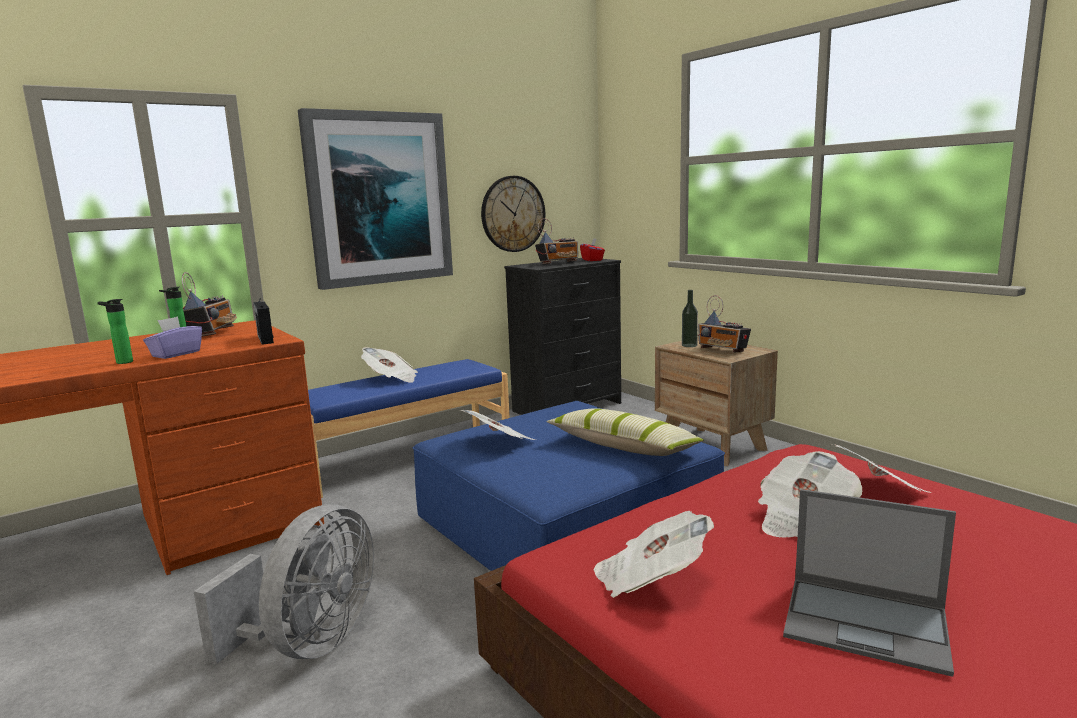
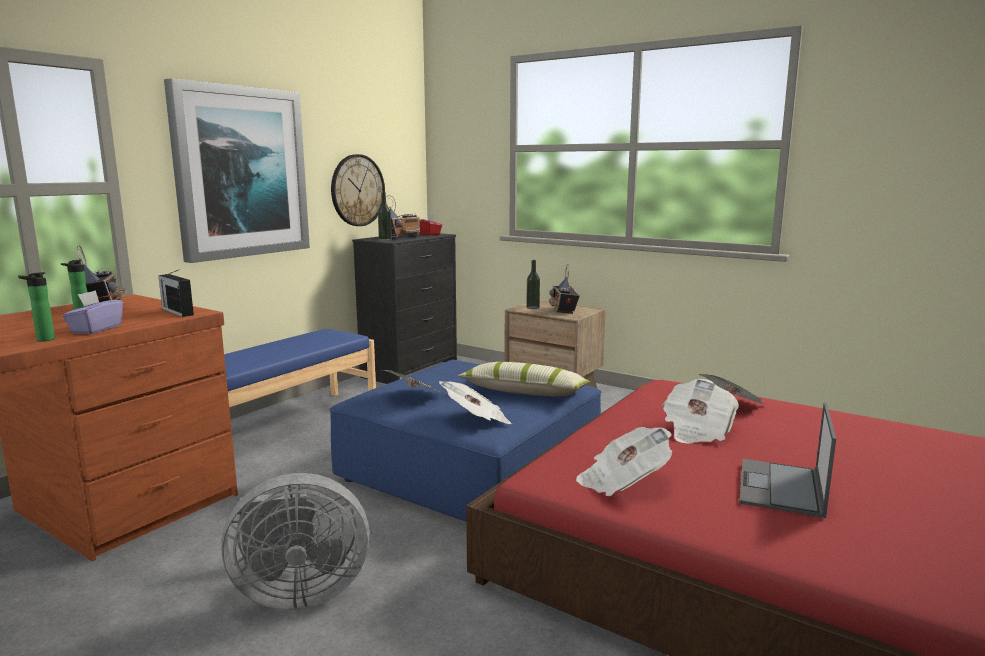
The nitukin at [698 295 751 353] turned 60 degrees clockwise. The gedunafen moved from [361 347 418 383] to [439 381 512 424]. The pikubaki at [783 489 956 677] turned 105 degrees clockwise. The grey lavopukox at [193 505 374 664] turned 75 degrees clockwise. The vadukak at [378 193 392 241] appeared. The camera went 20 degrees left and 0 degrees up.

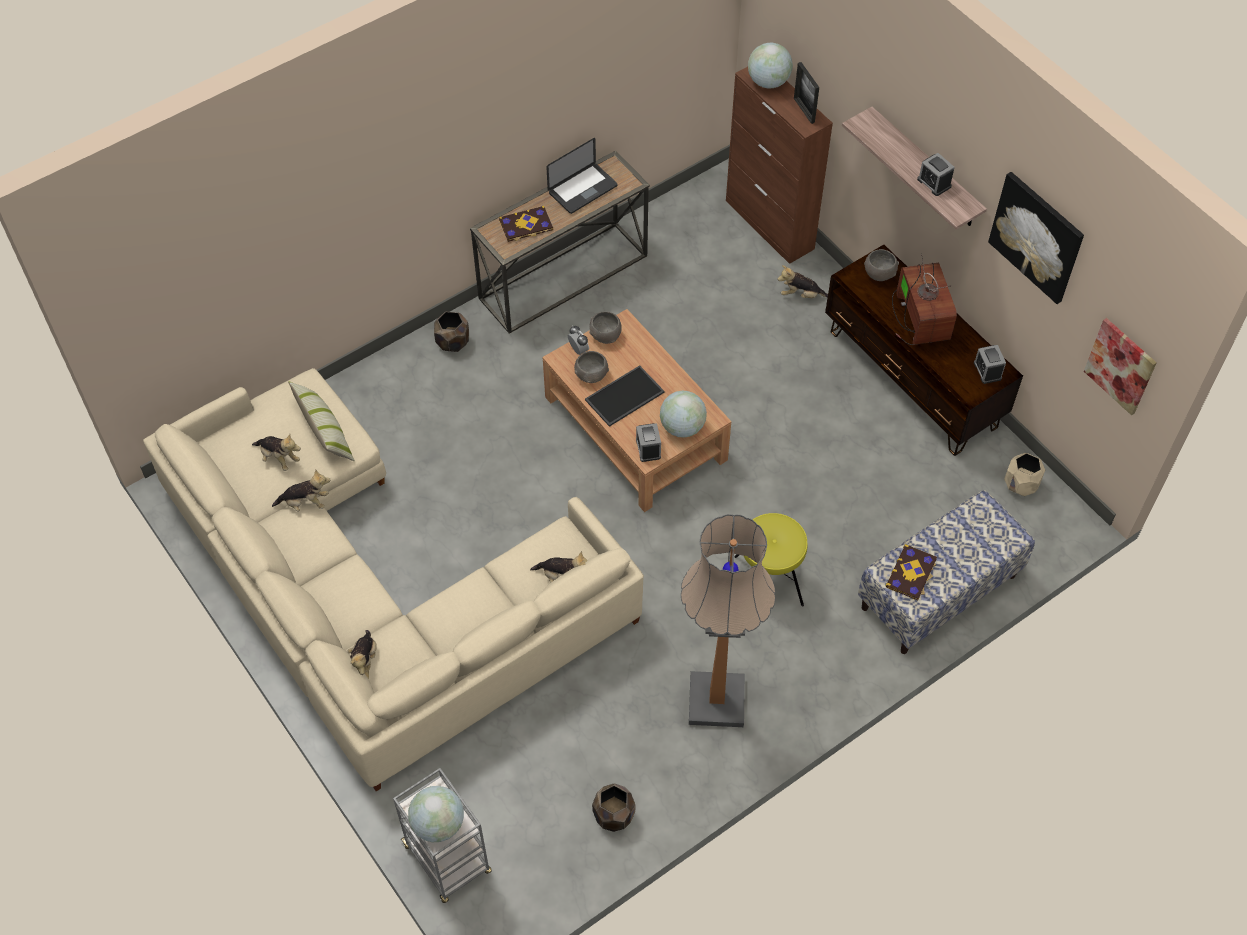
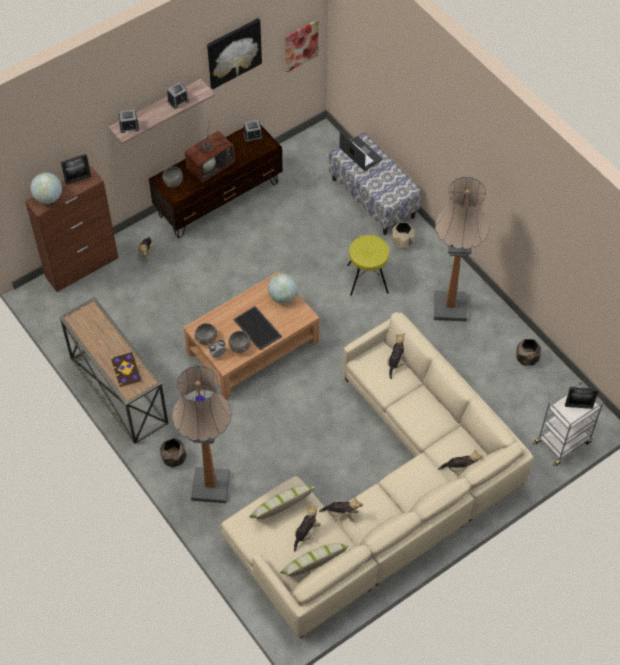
The pikubaki moved from [546 138 618 214] to [339 132 382 171]. The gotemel at [892 254 957 345] turned 150 degrees clockwise. The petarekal moved from [636 423 661 462] to [119 109 139 133]. The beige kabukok moved from [1004 453 1045 496] to [392 222 414 248]. The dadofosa at [272 469 331 512] turned 105 degrees clockwise. The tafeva at [885 544 937 600] disappeared. The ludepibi at [408 786 464 842] was replaced by the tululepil at [565 387 599 409]. The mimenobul at [172 366 232 503] appeared. The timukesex at [280 543 349 576] appeared. The camera went 90 degrees left and 0 degrees up.

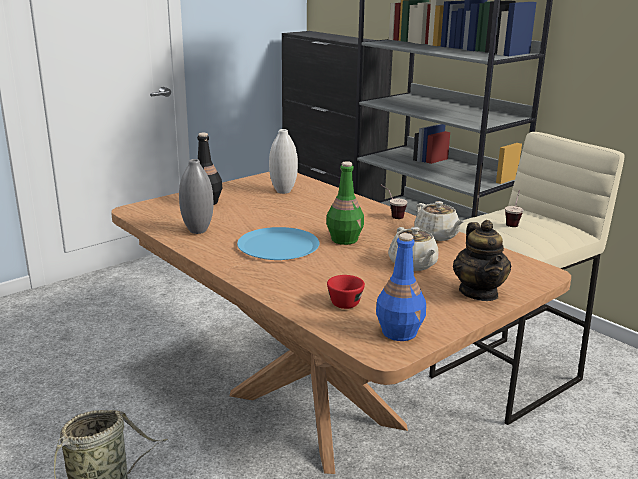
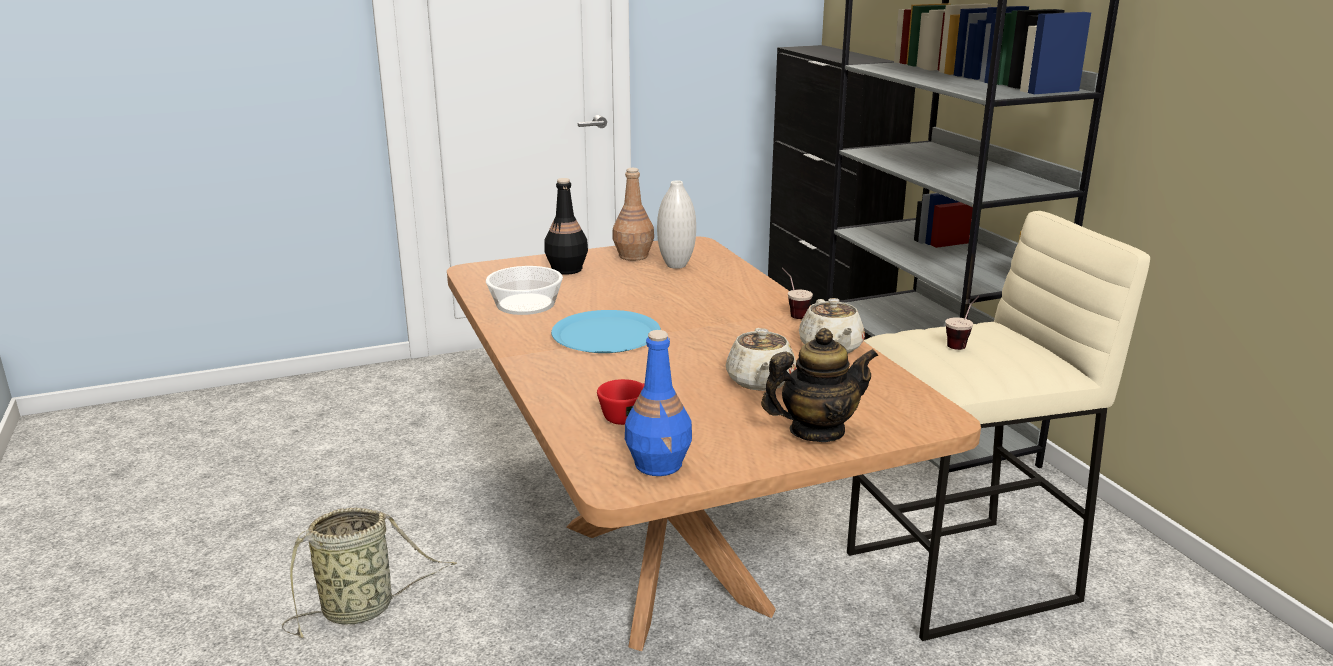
The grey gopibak at [179 159 213 234] was replaced by the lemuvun at [486 266 563 315]. The green vadukak at [326 161 364 245] disappeared. The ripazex at [453 220 511 301] turned 120 degrees counterclockwise. The brown vadukak at [612 168 654 261] appeared. The camera went 20 degrees right and 0 degrees up.

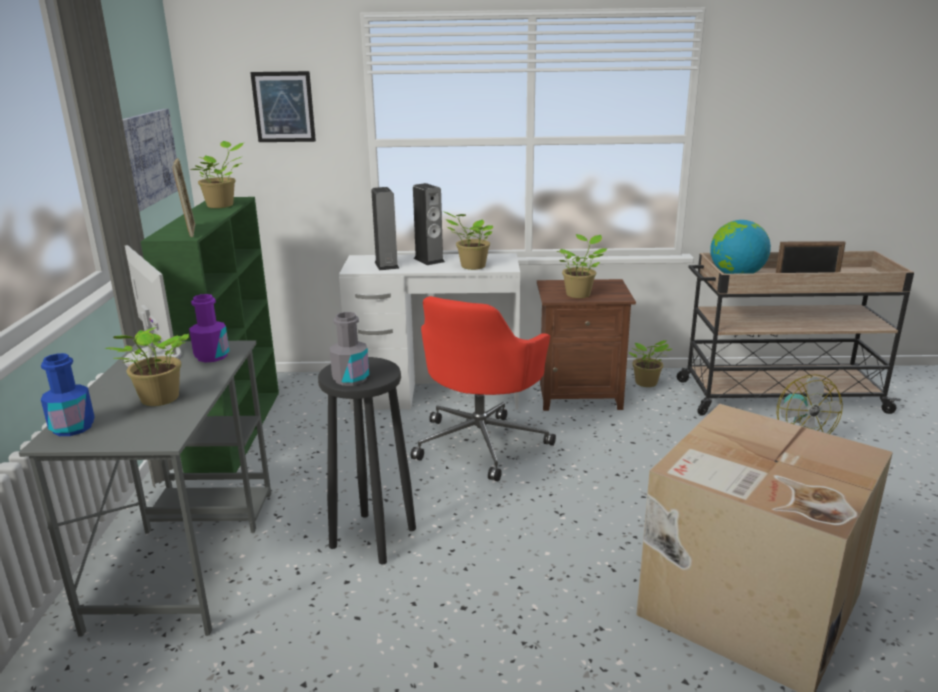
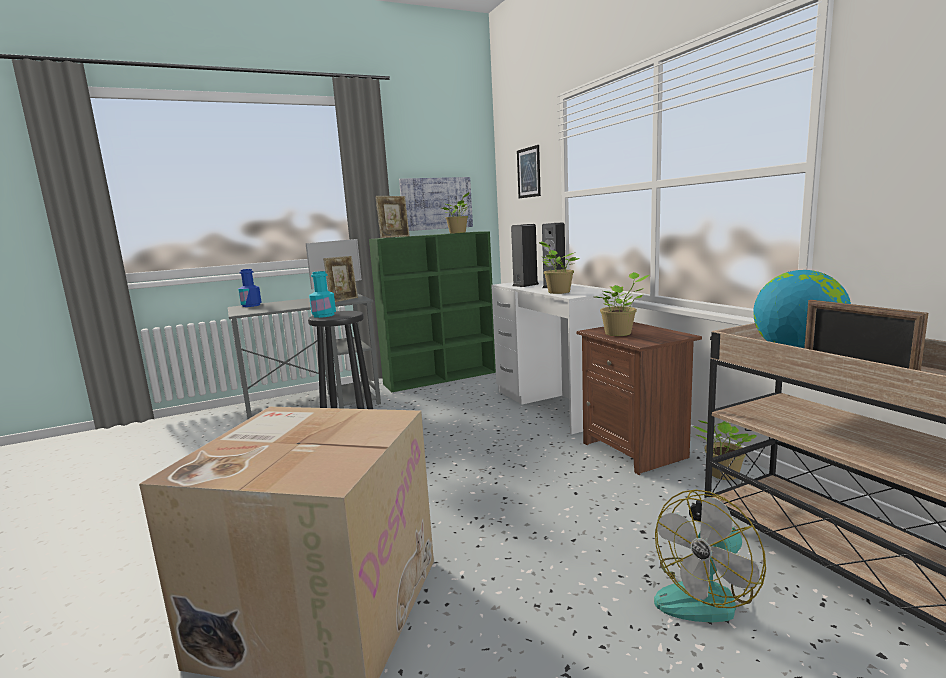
The purple vadukak at [189 294 230 363] was replaced by the tululepil at [323 256 358 302]. The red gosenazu at [411 296 556 481] disappeared. The grey vadukak at [329 312 369 386] became the turquoise vadukak at [309 271 336 318]. The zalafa at [104 327 189 406] disappeared. The camera went 65 degrees right and 10 degrees down.

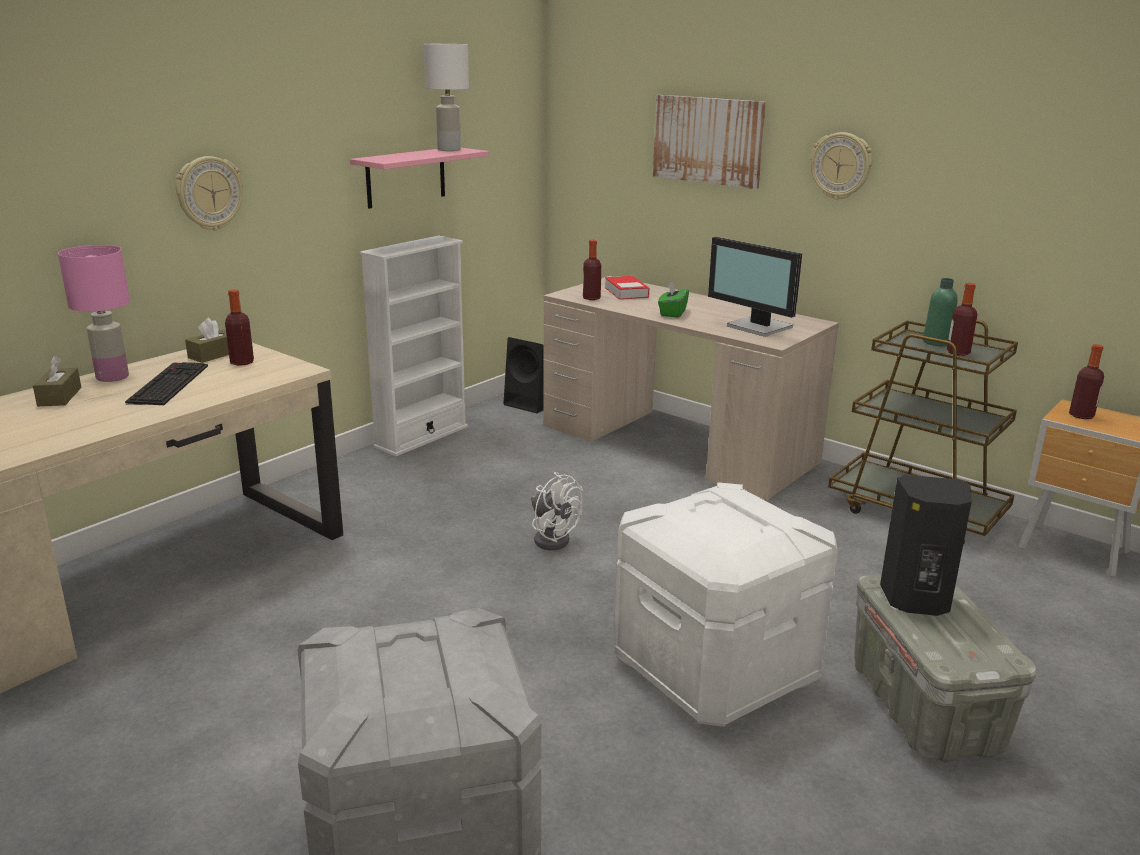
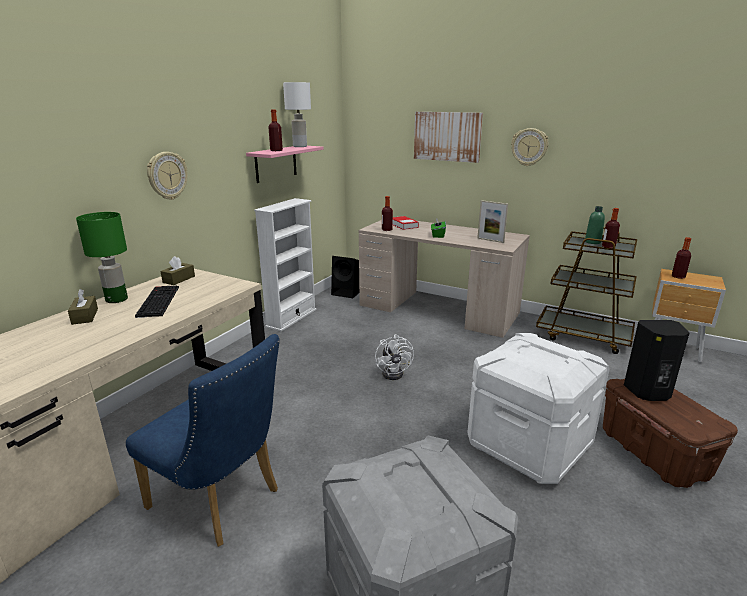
The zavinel at [708 237 802 337] was replaced by the tululepil at [477 200 508 243]. The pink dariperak at [58 245 130 382] became the green dariperak at [76 212 128 303]. The vadukak moved from [225 289 254 366] to [268 109 283 151]. The white lavopukox at [531 472 583 550] turned 45 degrees clockwise. The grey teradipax at [854 575 1037 762] became the brown teradipax at [603 379 738 488]. The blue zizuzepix at [126 334 280 547] appeared. The camera went 10 degrees left and 0 degrees up.

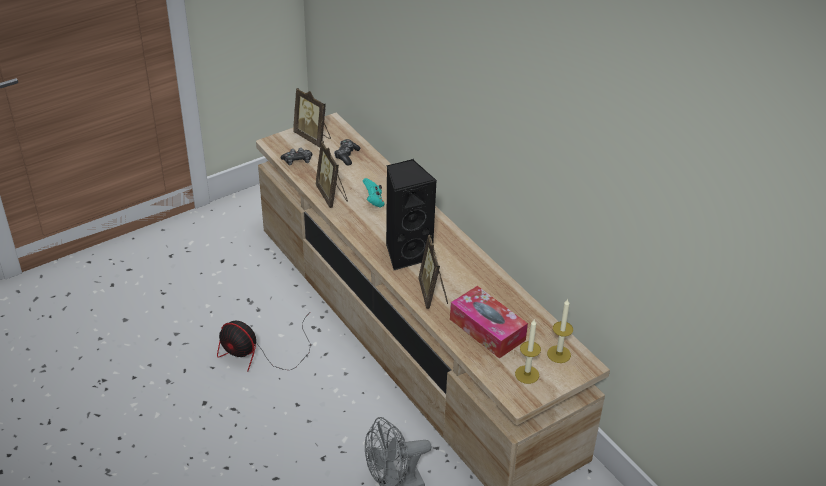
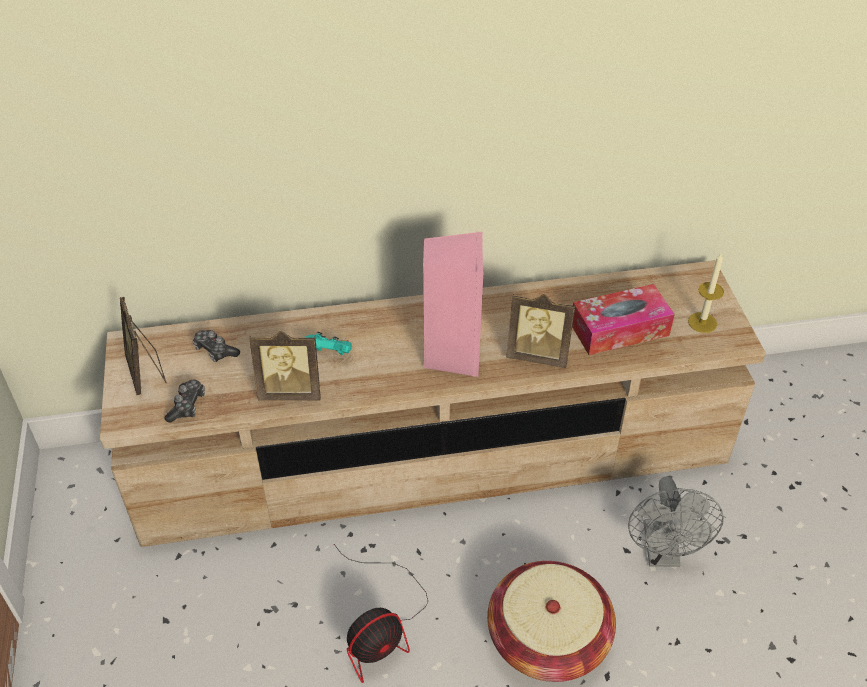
The tululepil at [293 88 331 147] turned 90 degrees clockwise. The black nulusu at [386 159 437 270] became the pink nulusu at [423 232 483 377]. The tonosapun at [547 299 573 363] disappeared. The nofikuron at [487 561 616 682] appeared. The camera went 65 degrees left and 5 degrees up.

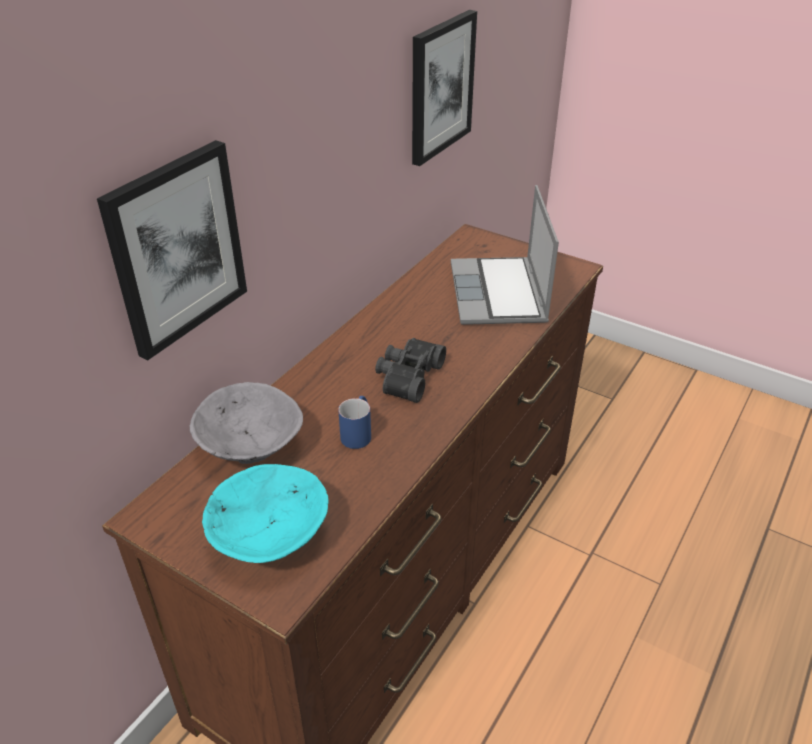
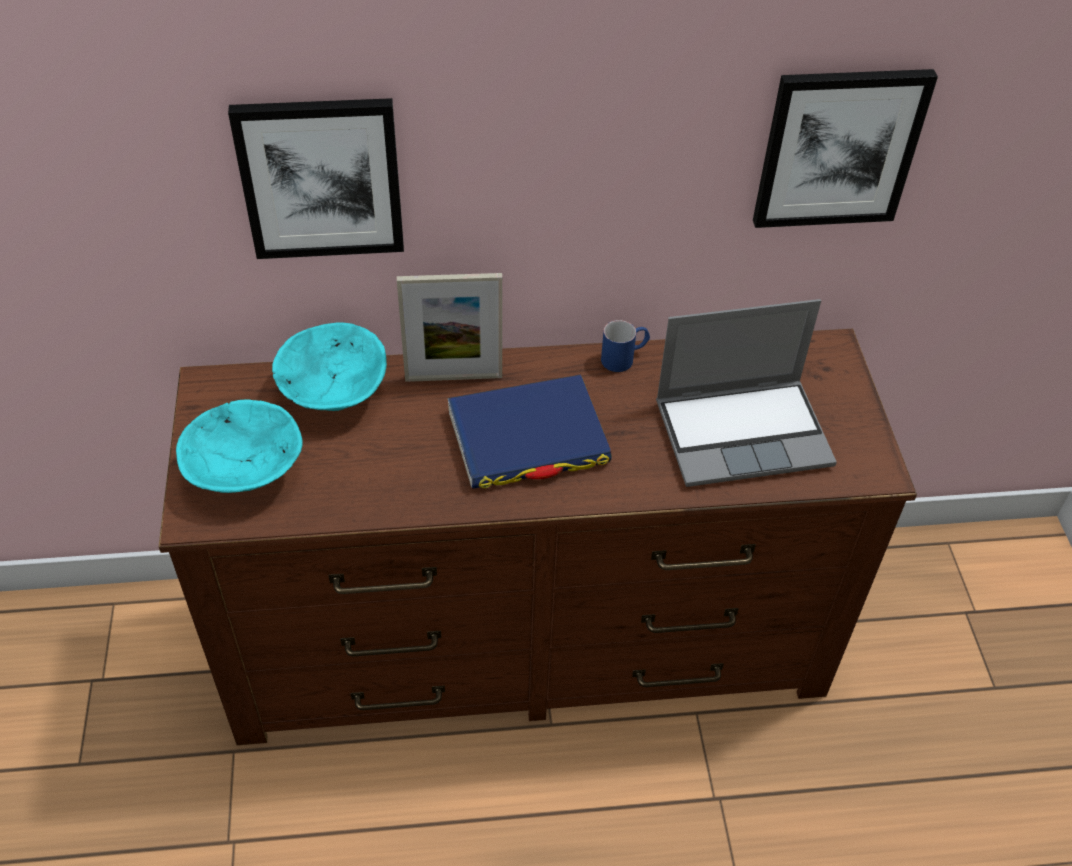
The pikubaki at [451 185 559 325] turned 150 degrees counterclockwise. The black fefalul at [375 338 446 403] was replaced by the blue tafeva at [448 375 612 489]. The grey lemuvun at [190 382 303 464] became the turquoise lemuvun at [272 322 387 411]. The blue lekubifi moved from [338 396 371 449] to [601 320 650 372]. The tululepil at [397 273 502 382] appeared. The camera went 50 degrees right and 10 degrees up.

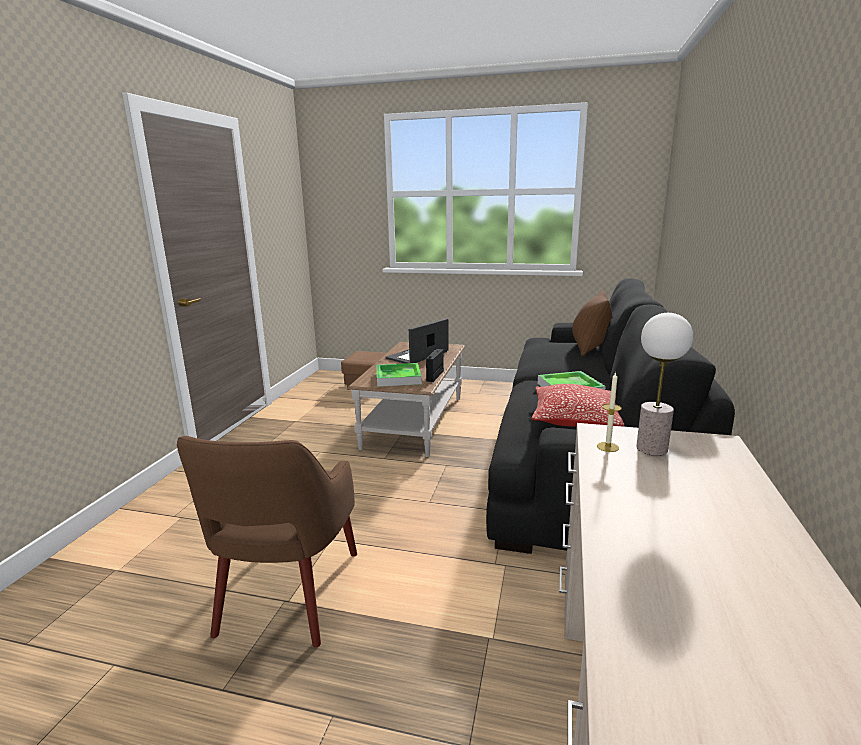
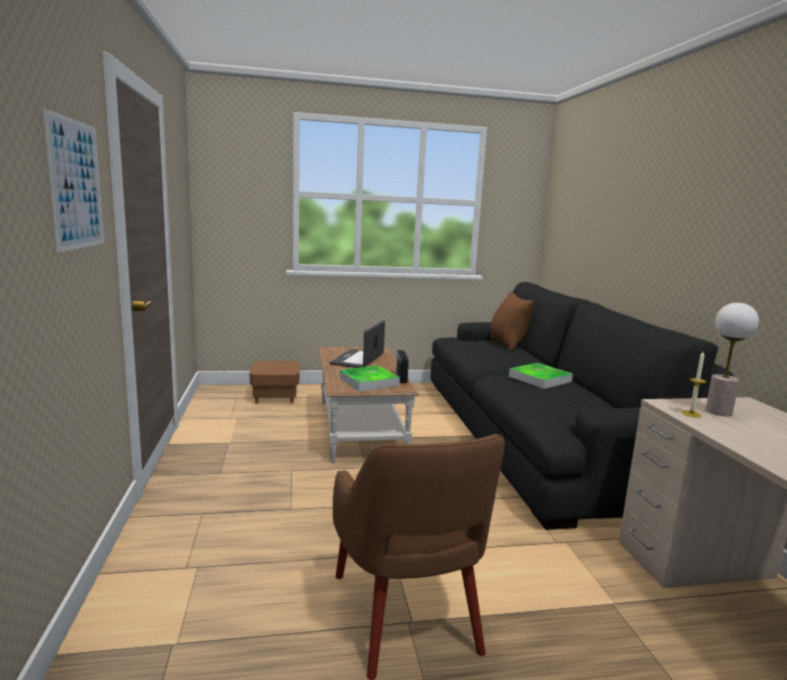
The timukesex at [531 384 624 427] disappeared. The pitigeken at [43 108 104 252] appeared. The camera went 25 degrees left and 5 degrees down.

